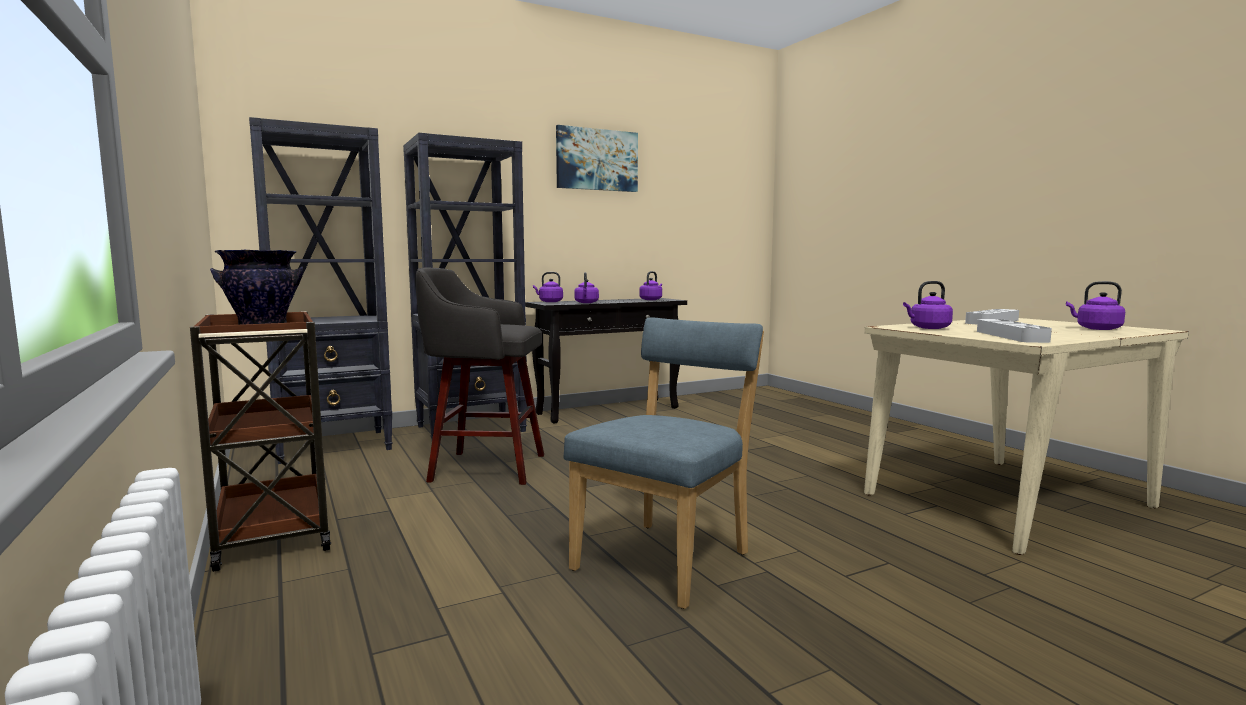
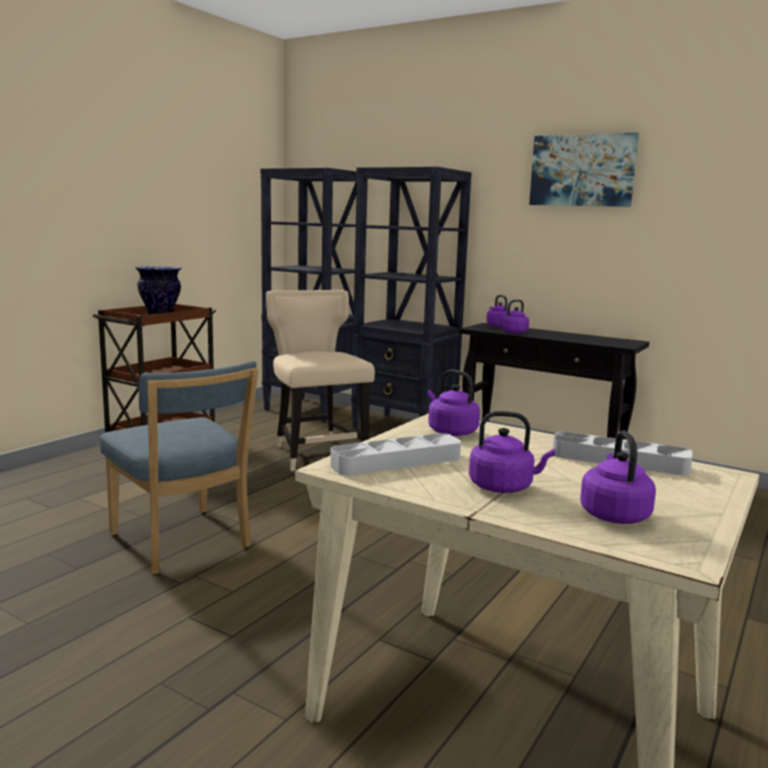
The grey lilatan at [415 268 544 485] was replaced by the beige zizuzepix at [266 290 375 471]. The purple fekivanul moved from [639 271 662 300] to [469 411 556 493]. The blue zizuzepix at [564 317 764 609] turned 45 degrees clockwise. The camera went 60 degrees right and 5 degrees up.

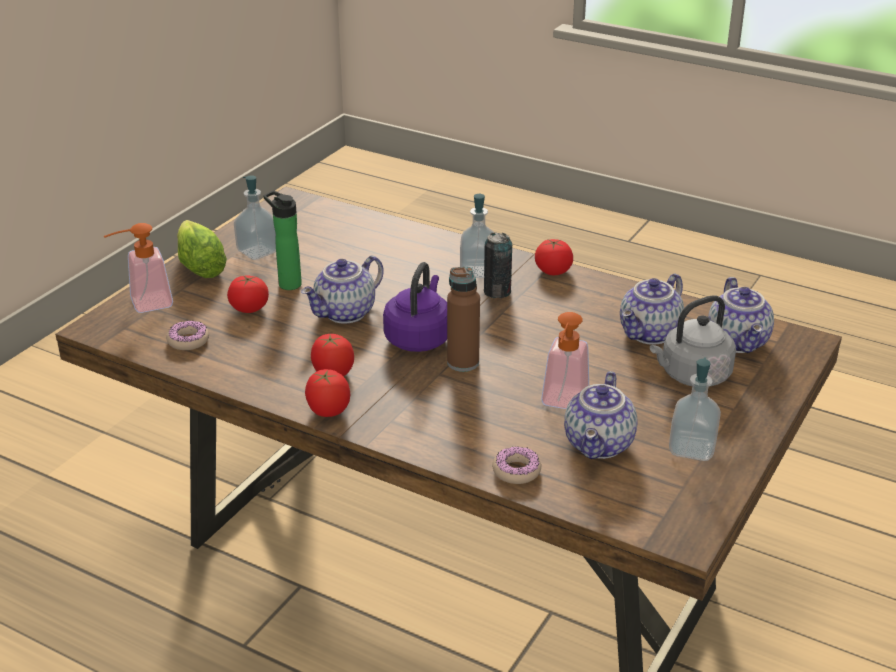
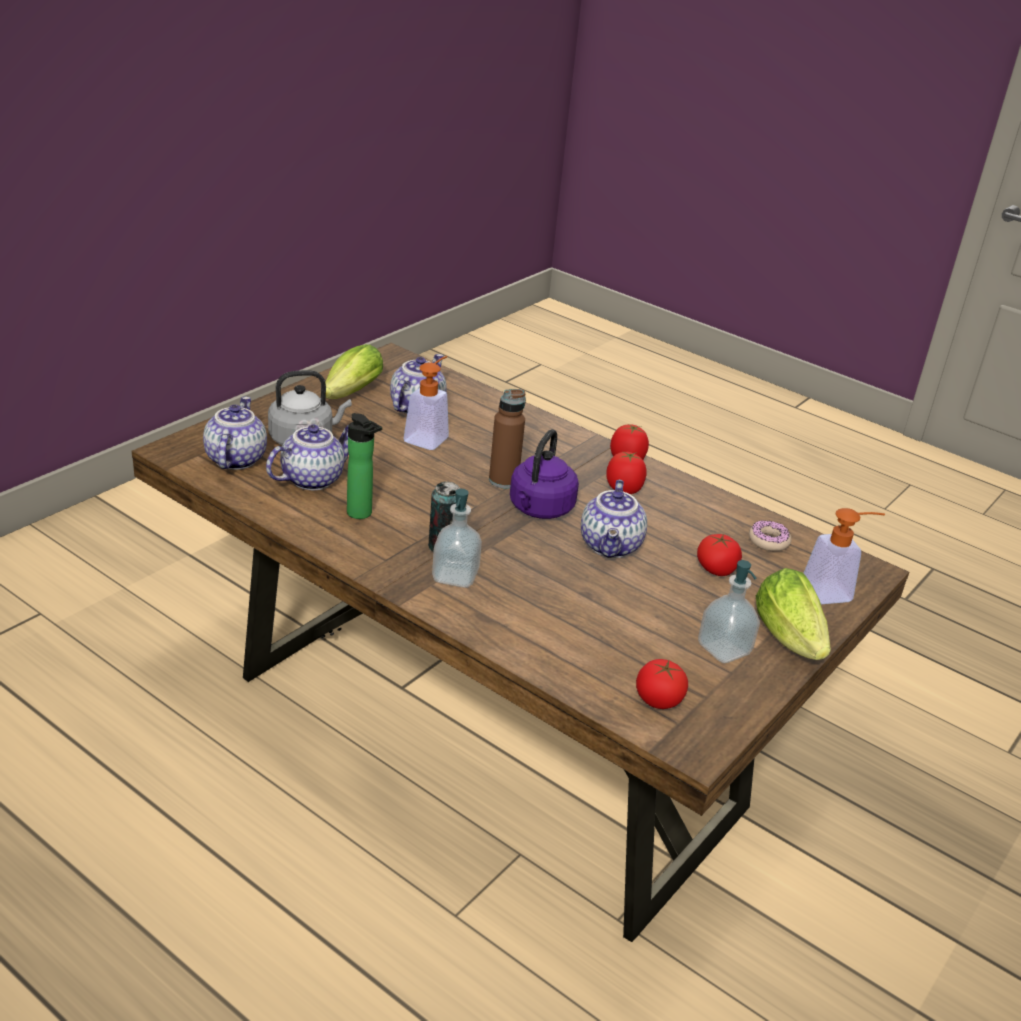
The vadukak moved from [264 191 302 290] to [347 413 382 519]. The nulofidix moved from [535 239 573 275] to [636 659 688 709]. The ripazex at [301 256 384 324] turned 135 degrees clockwise. The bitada at [669 357 721 461] was replaced by the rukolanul at [325 344 383 399]. The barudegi at [492 447 541 484] disappeared. The camera went 175 degrees left and 0 degrees up.

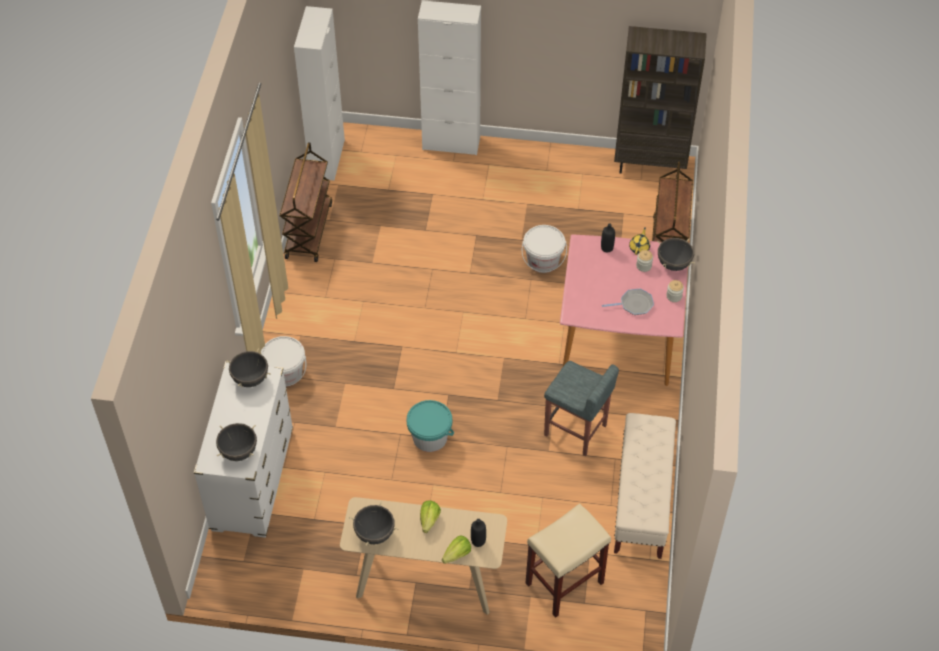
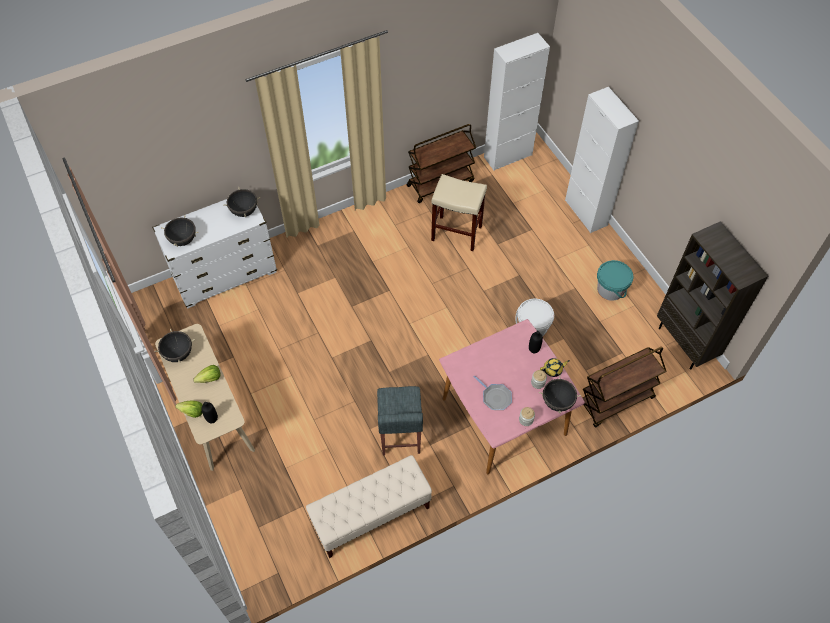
The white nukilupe at [261 336 307 387] disappeared. The turquoise nukilupe moved from [406 400 454 452] to [597 260 633 301]. The beige lilatan moved from [526 503 611 618] to [431 174 487 251]. The camera went 55 degrees right and 5 degrees up.

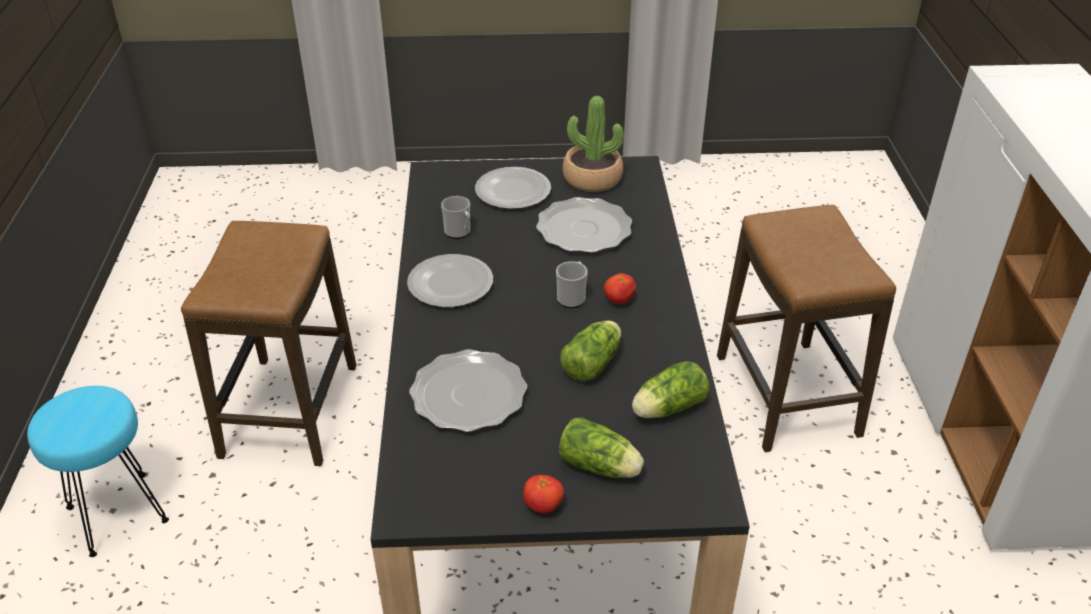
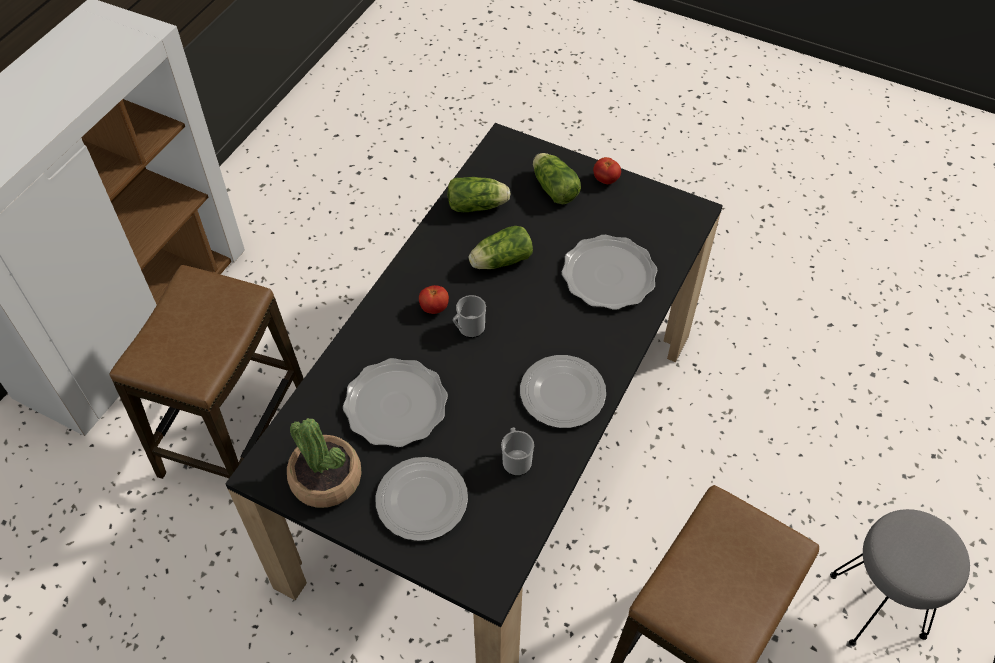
The turquoise lilatan at [27 386 169 557] became the grey lilatan at [830 509 970 646]. The camera went 150 degrees left and 15 degrees up.

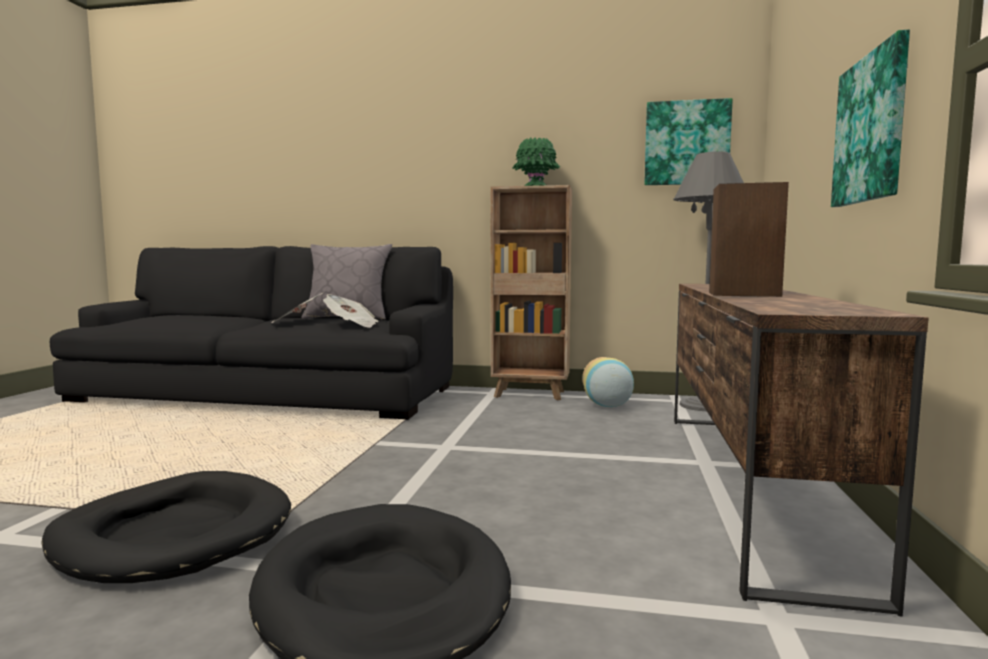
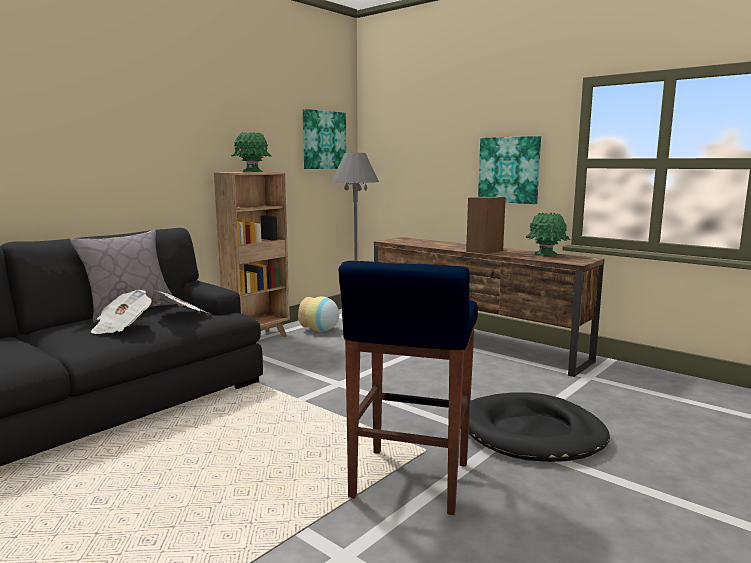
The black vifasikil at [41 471 291 583] was replaced by the blue lilatan at [339 261 478 515]. The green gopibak at [526 213 570 256] appeared. The camera went 60 degrees left and 5 degrees up.

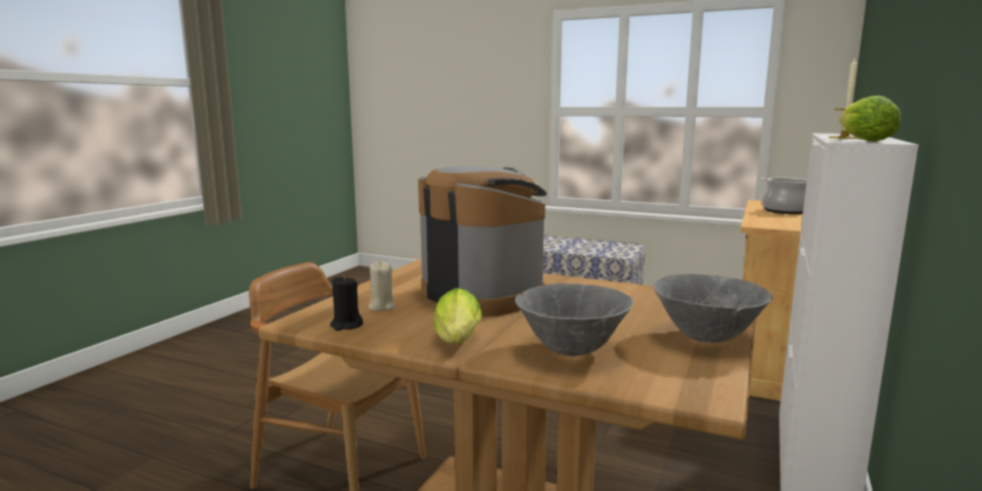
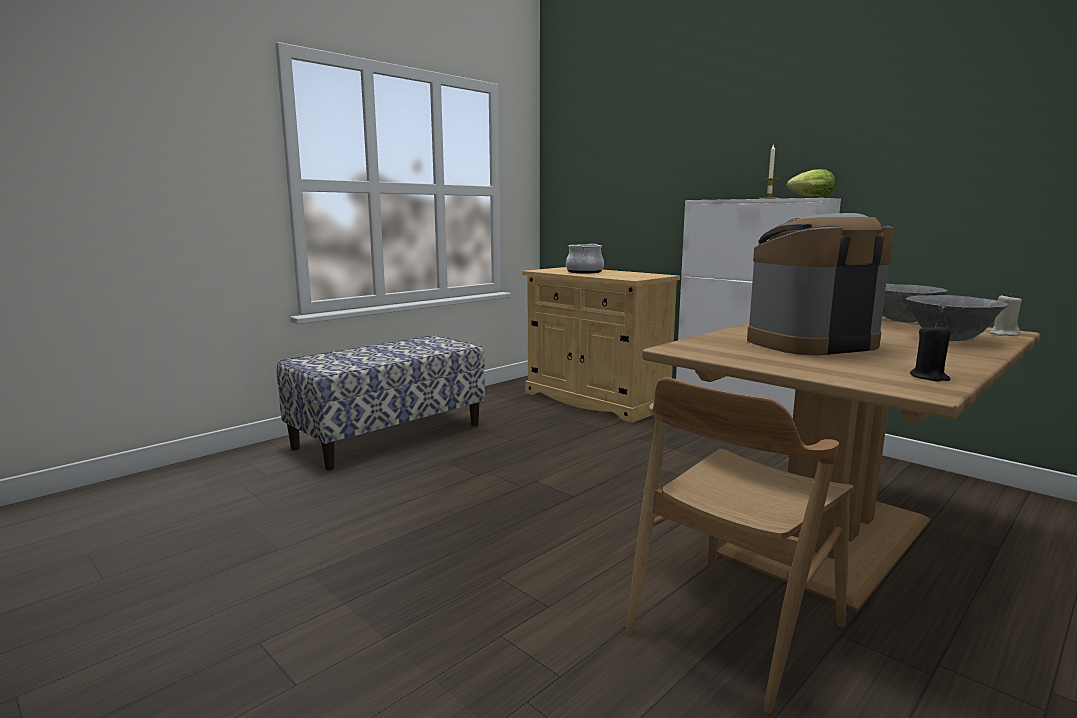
The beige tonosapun moved from [368 261 395 311] to [989 294 1022 336]. The rukolanul at [434 288 482 344] disappeared. The camera went 70 degrees left and 0 degrees up.

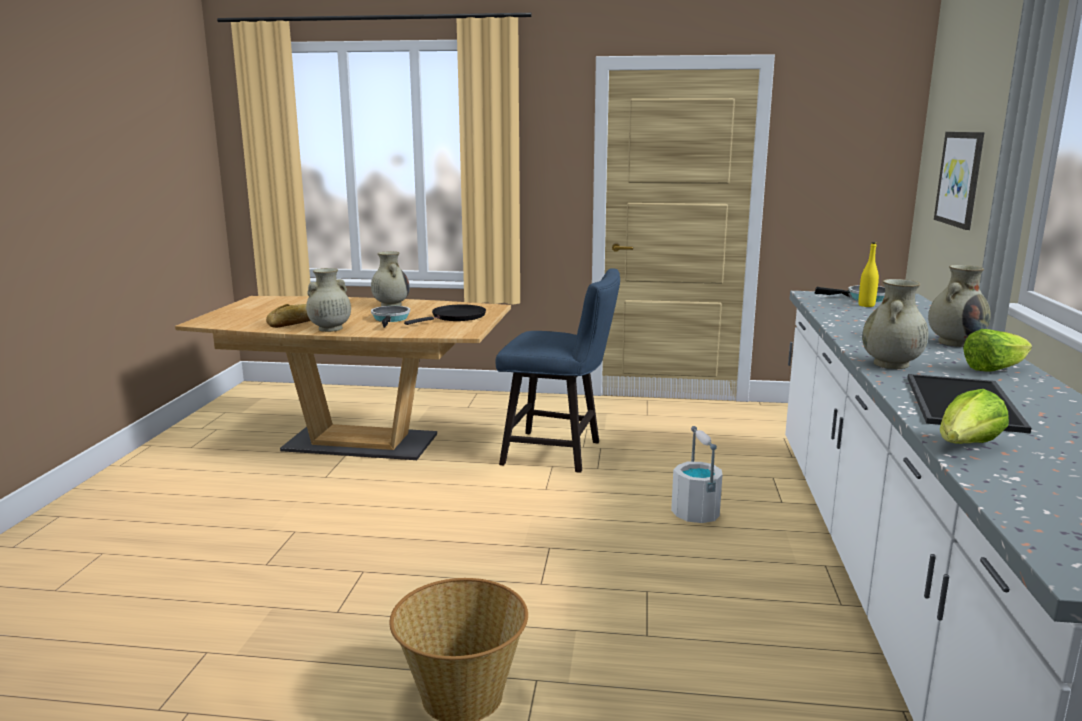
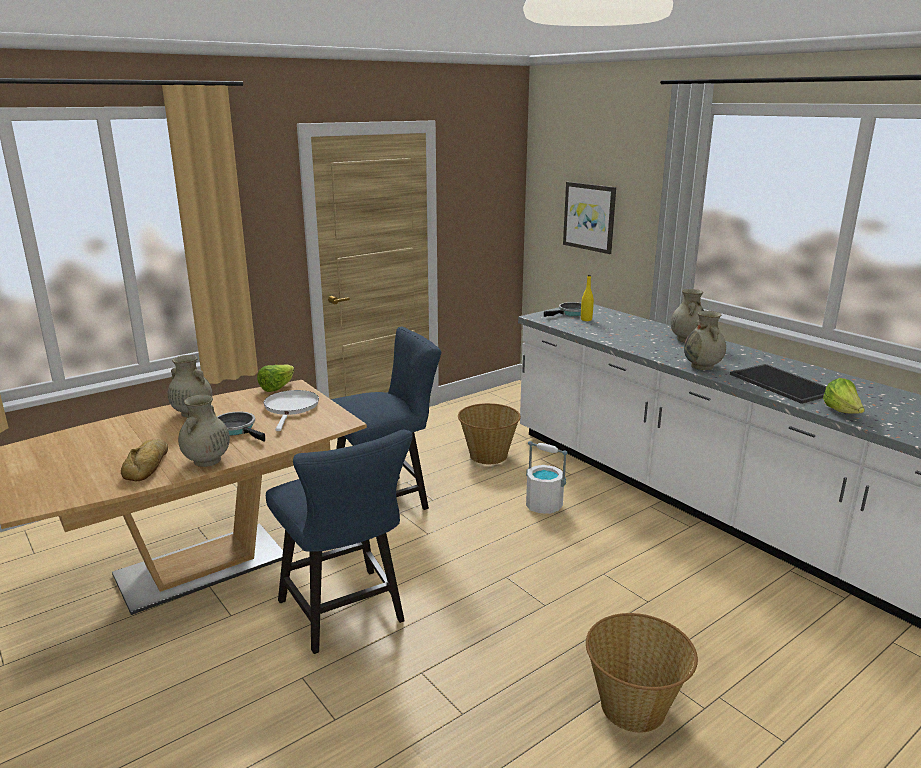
The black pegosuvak at [404 305 486 325] became the white pegosuvak at [264 390 319 431]. The rukolanul moved from [963 329 1032 372] to [257 364 294 392]. The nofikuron at [458 403 521 464] appeared. The blue zizuzepix at [266 430 413 654] appeared. The camera went 45 degrees left and 5 degrees up.

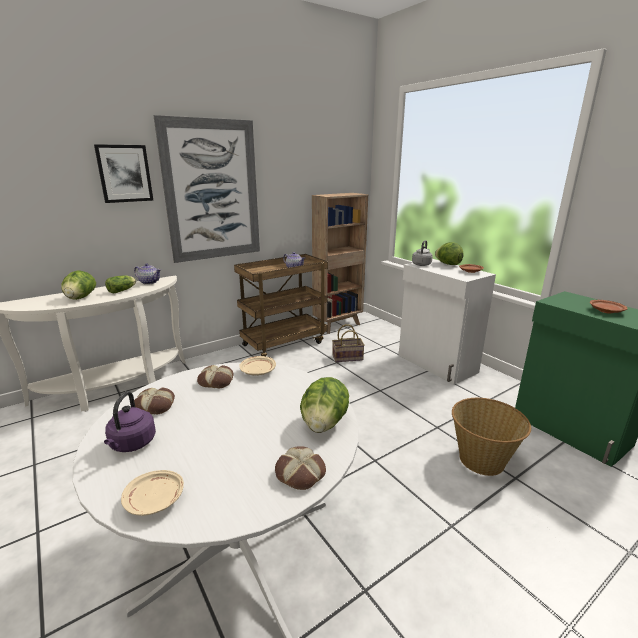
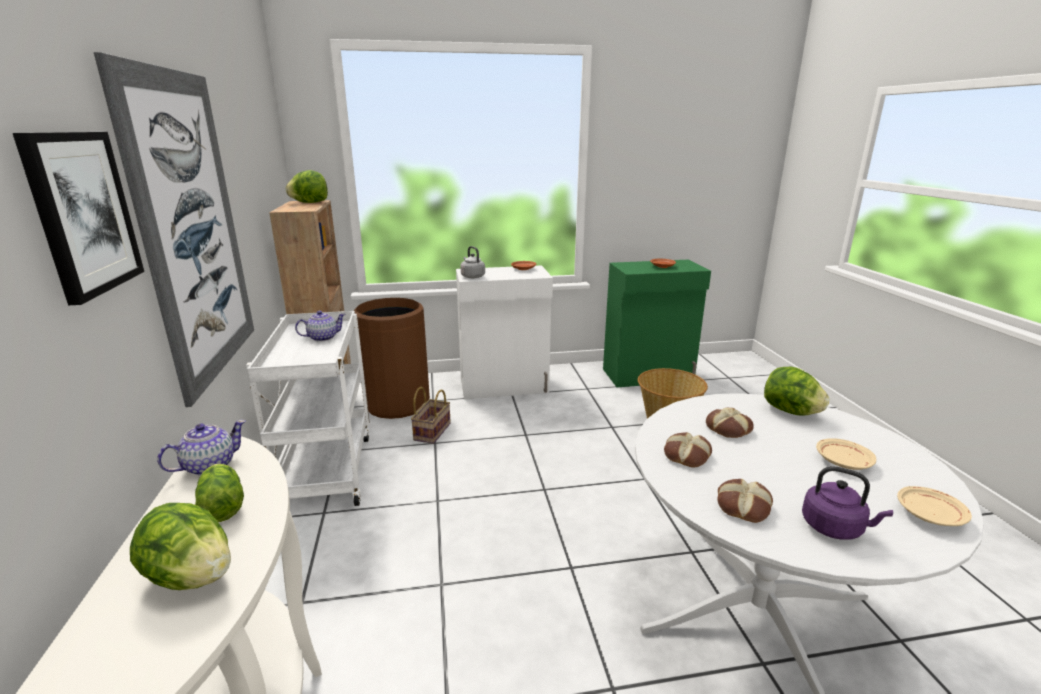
The rukolanul moved from [435 242 464 265] to [286 170 328 203]. The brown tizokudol at [234 254 328 356] became the white tizokudol at [246 311 370 506]. The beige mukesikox moved from [239 356 276 376] to [816 438 876 470]. The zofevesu moved from [275 446 326 490] to [706 408 754 438]. The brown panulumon at [353 298 430 419] appeared. The camera went 65 degrees left and 0 degrees up.

